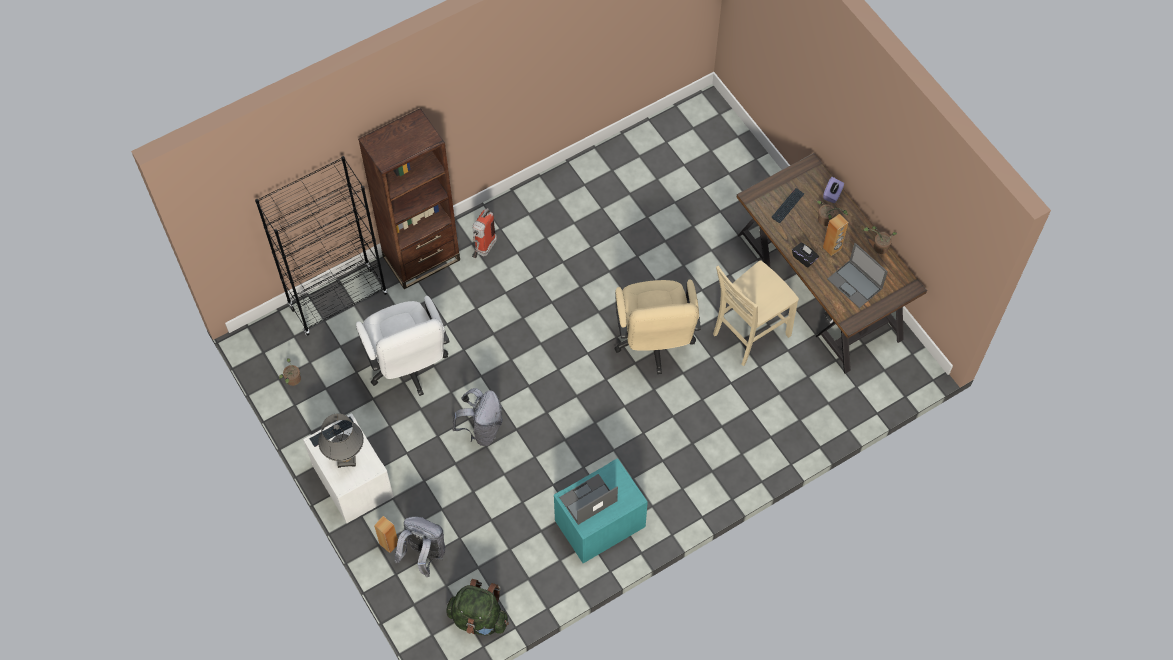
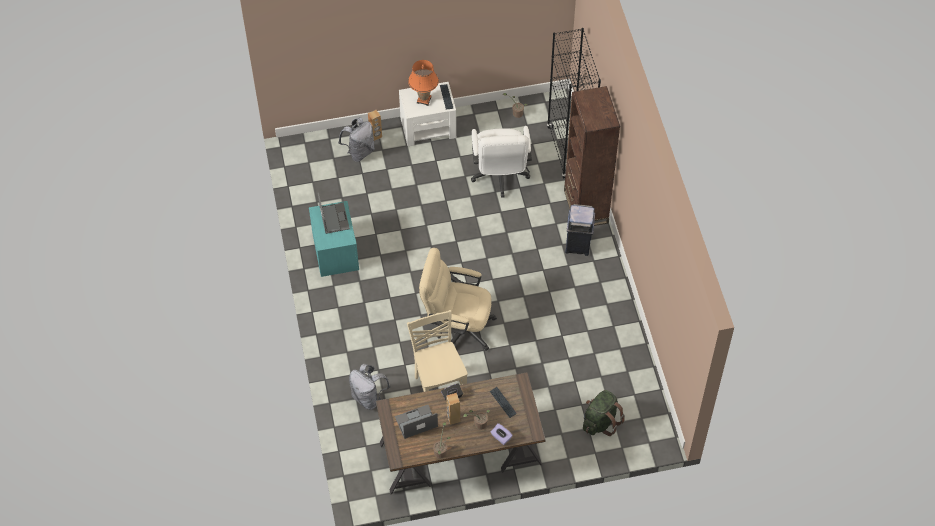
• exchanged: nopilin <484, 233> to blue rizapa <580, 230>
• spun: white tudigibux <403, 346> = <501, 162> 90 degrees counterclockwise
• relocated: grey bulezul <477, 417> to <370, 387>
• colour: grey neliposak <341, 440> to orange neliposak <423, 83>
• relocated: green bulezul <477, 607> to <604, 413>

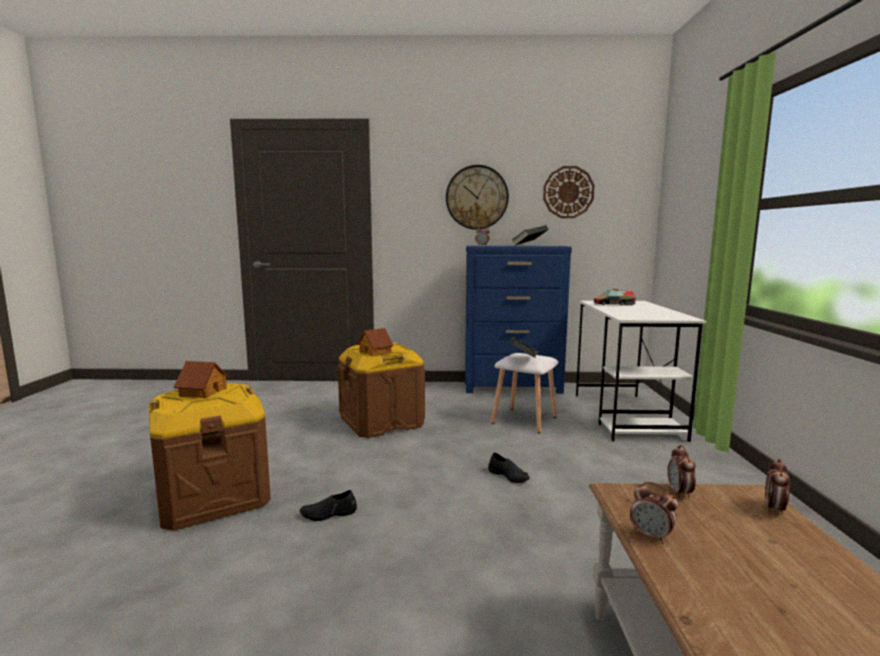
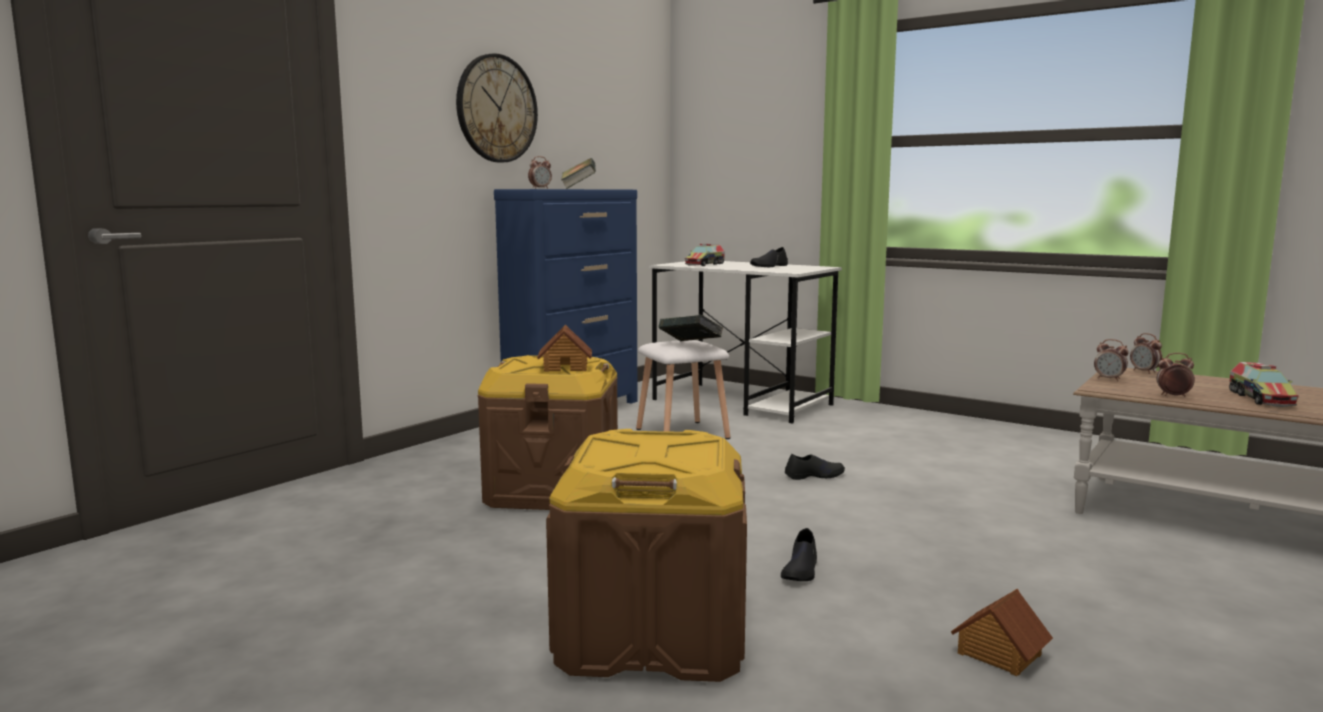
• missing: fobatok <569, 192>
• relocated: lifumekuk <201, 379> to <1002, 632>
• spun: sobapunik <654, 513> = <1176, 375> 150 degrees counterclockwise
• appeared: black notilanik <769, 257>
• appeared: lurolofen <1264, 384>

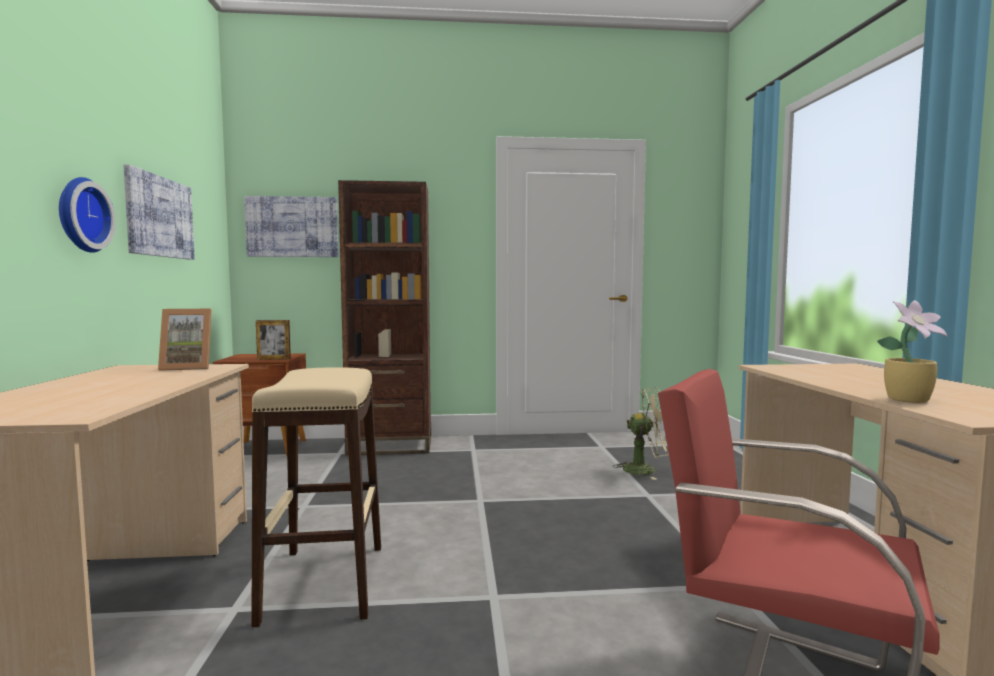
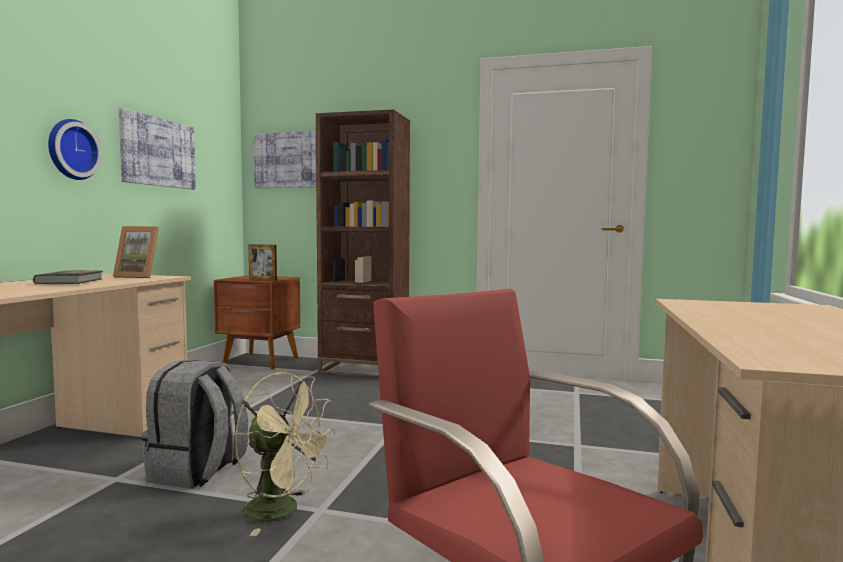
• missing: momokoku <912, 351>
• exchanged: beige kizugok <316, 497> to grey bulezul <194, 424>
• relocated: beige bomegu <641, 433> to <285, 454>
• appeared: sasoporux <68, 277>

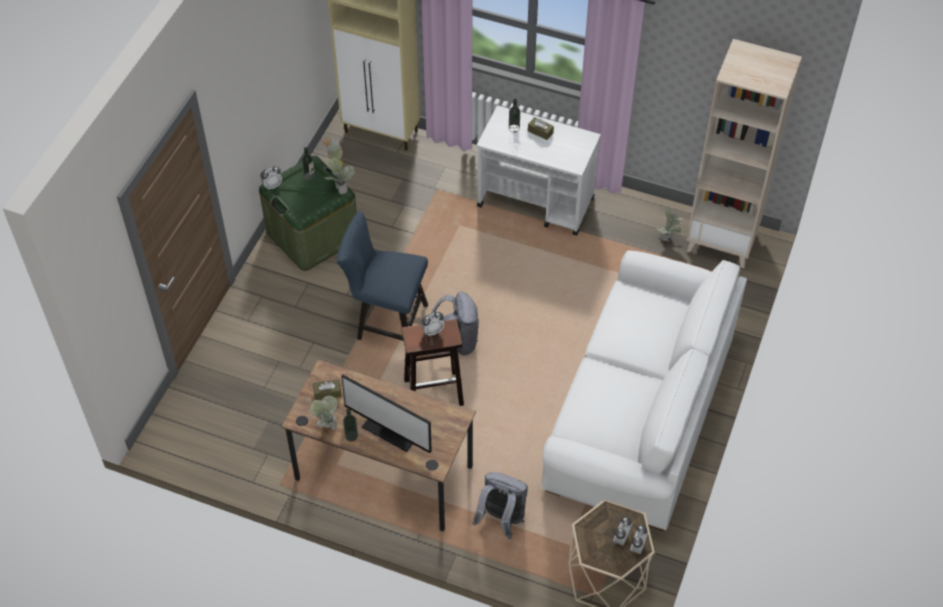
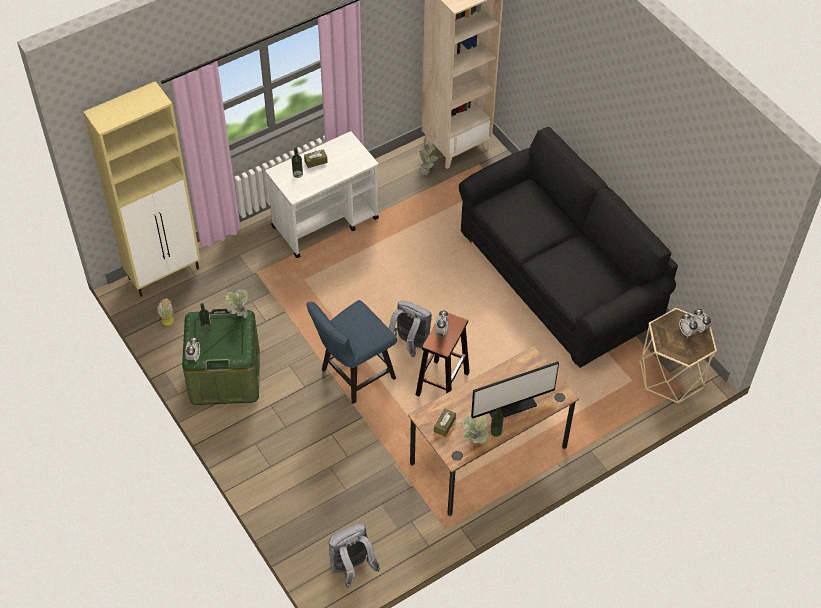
• colour: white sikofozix <644, 390> to black sikofozix <568, 247>
• relocated: grey bulezul <500, 505> to <354, 555>

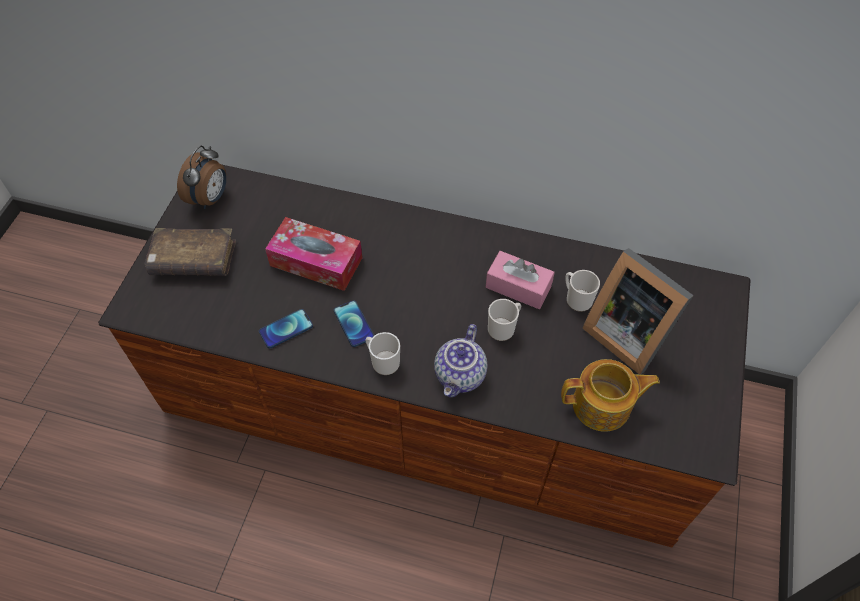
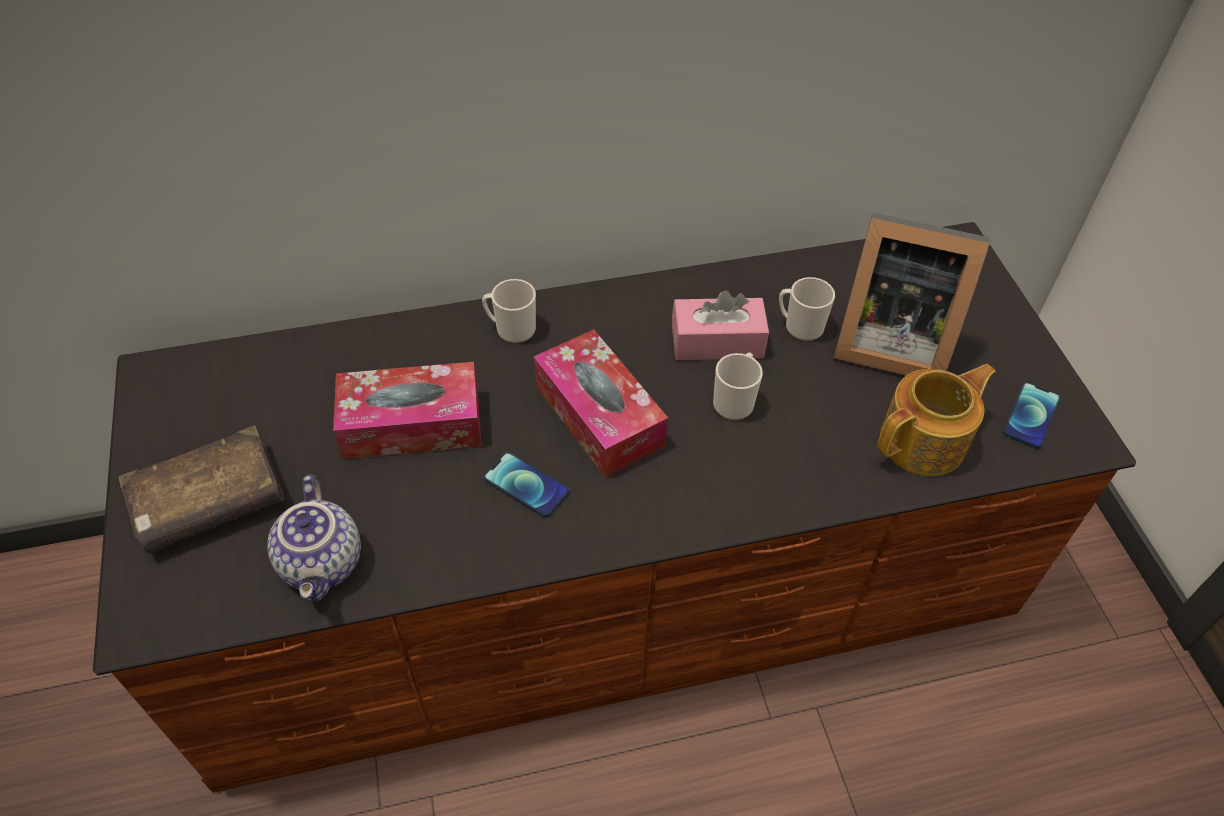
• missing: sobapunik <201, 177>
• relocated: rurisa <286, 328> to <1031, 415>
• relocated: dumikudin <460, 360> to <314, 538>
• relocated: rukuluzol <383, 353> to <509, 311>
• appeared: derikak <601, 403>

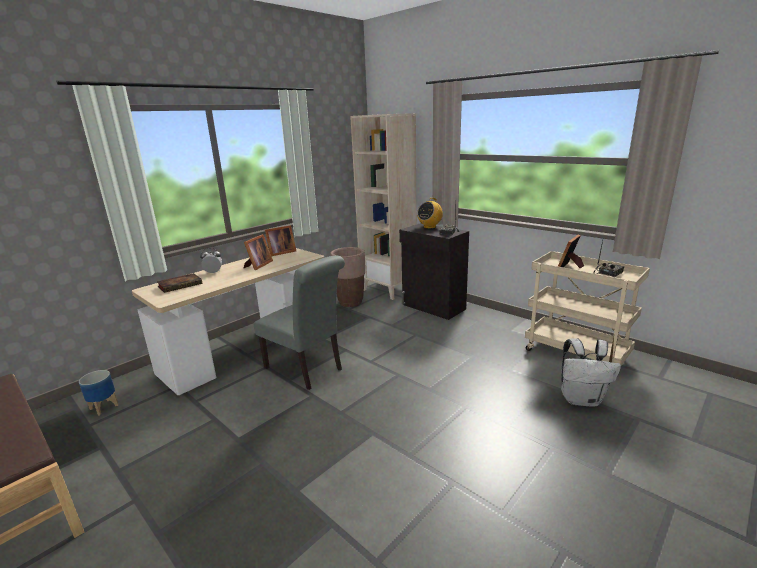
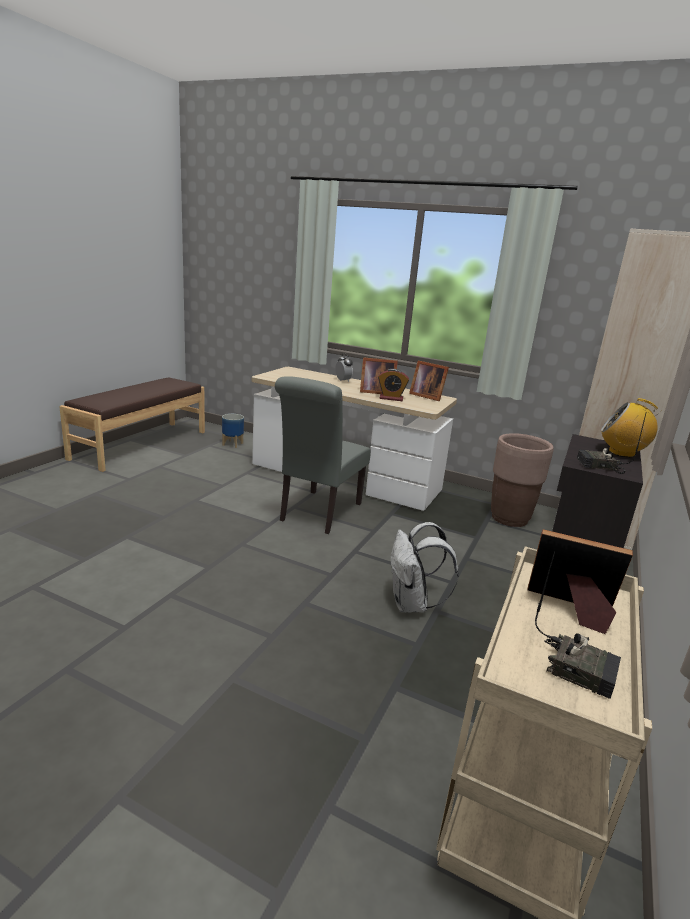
• missing: sasoporux <179, 283>
• relocated: white bulezul <591, 372> to <424, 567>
• appeared: sobapunik <393, 385>

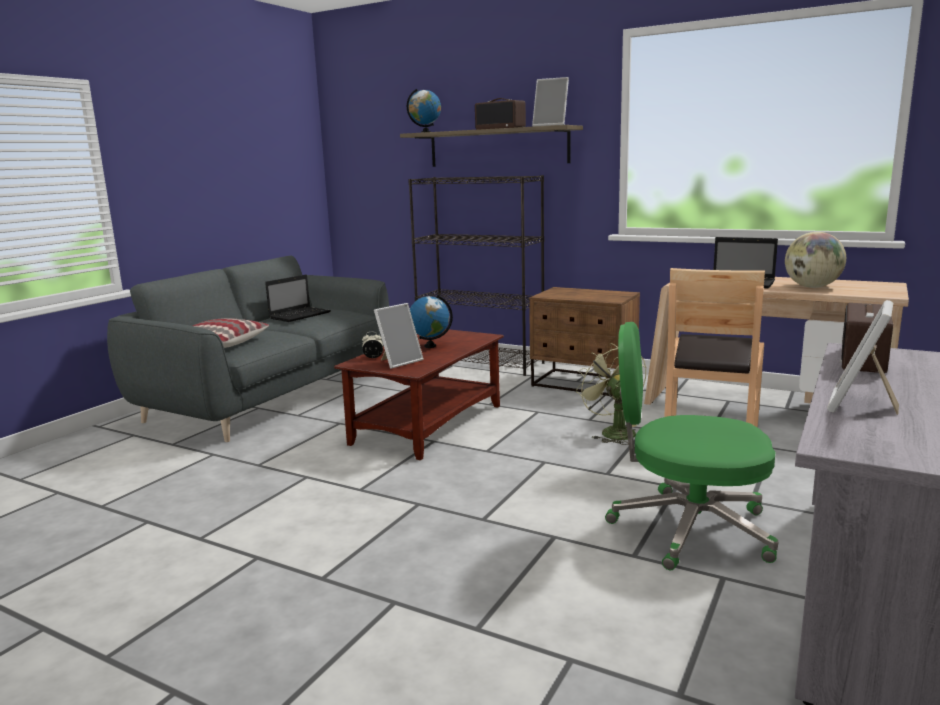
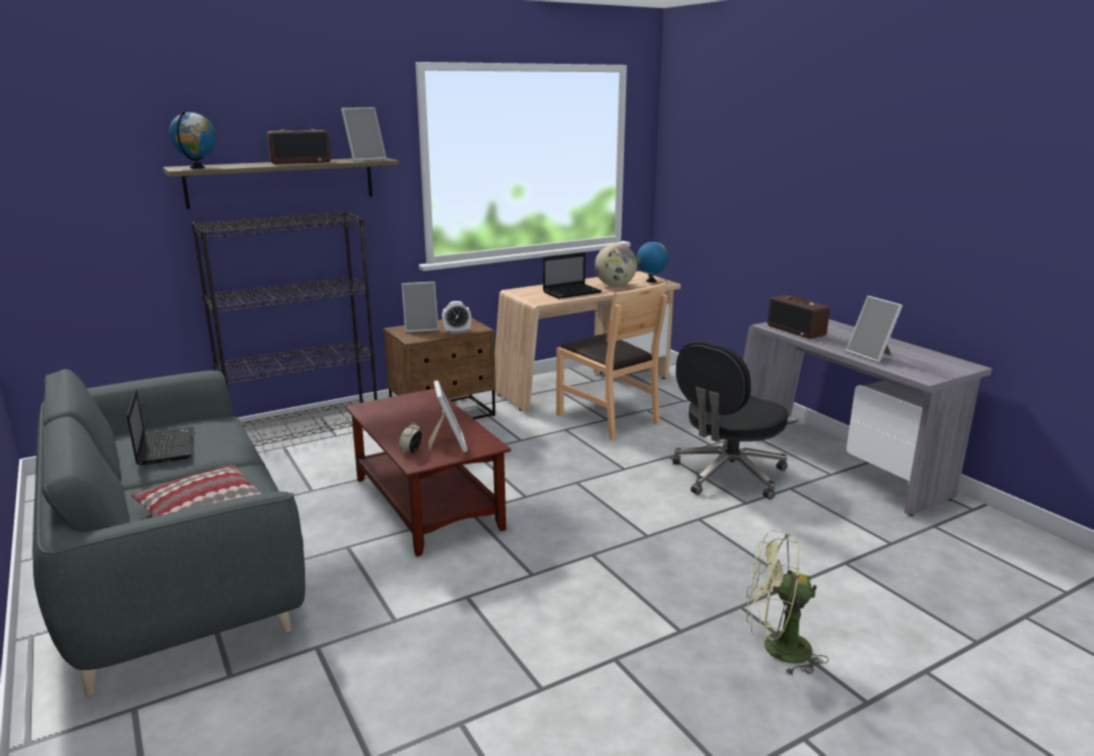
• relocated: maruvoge <431, 321> to <653, 261>
• colour: green tudigibux <691, 446> to black tudigibux <730, 420>
• relocated: green bomegu <611, 394> to <787, 603>
• appeared: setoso <420, 307>
• appeared: sobapunik <456, 317>

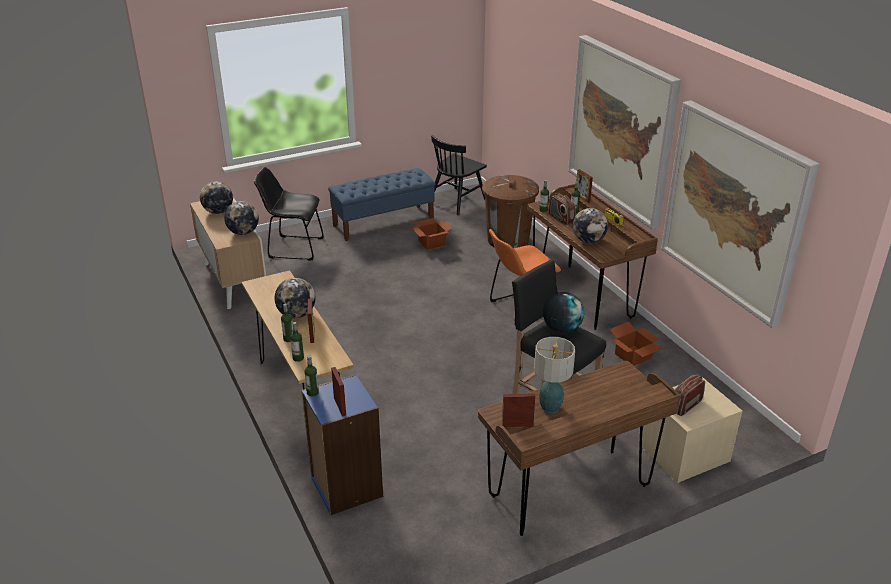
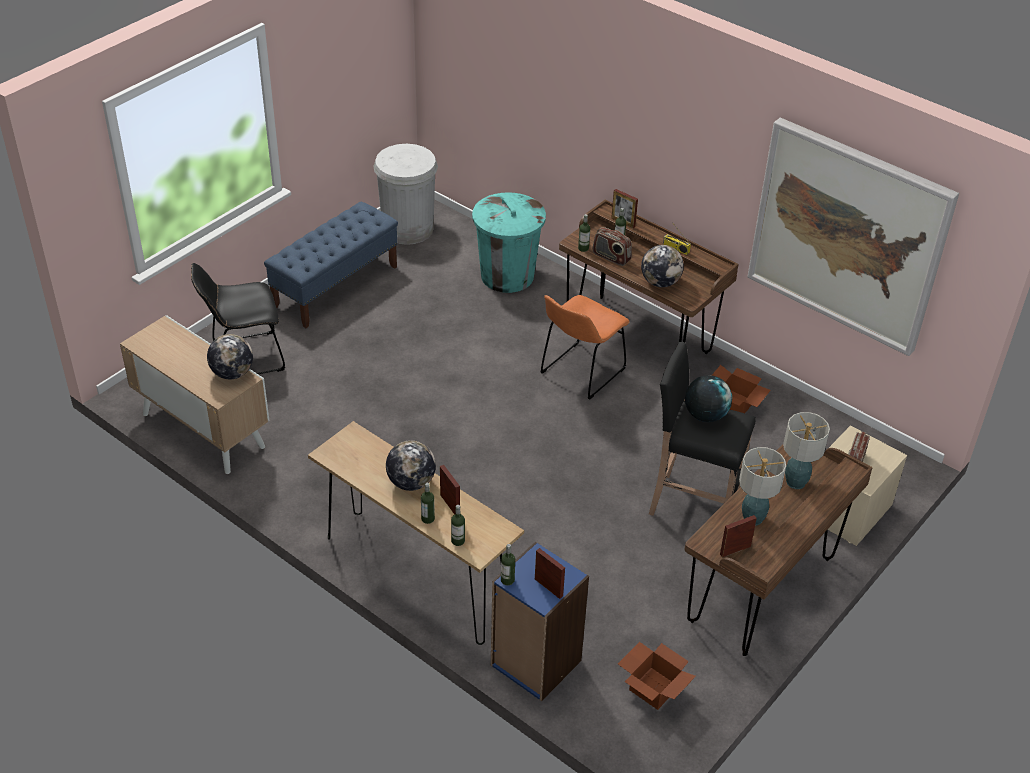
• missing: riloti <624, 132>
• exchanged: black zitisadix <459, 175> to white rizapa <405, 194>
• colour: brown rizapa <510, 211> to turquoise rizapa <509, 242>
• missing: maruvoge <216, 197>
• relocated: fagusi <432, 234> to <657, 676>
• appeared: neliposak <806, 450>

